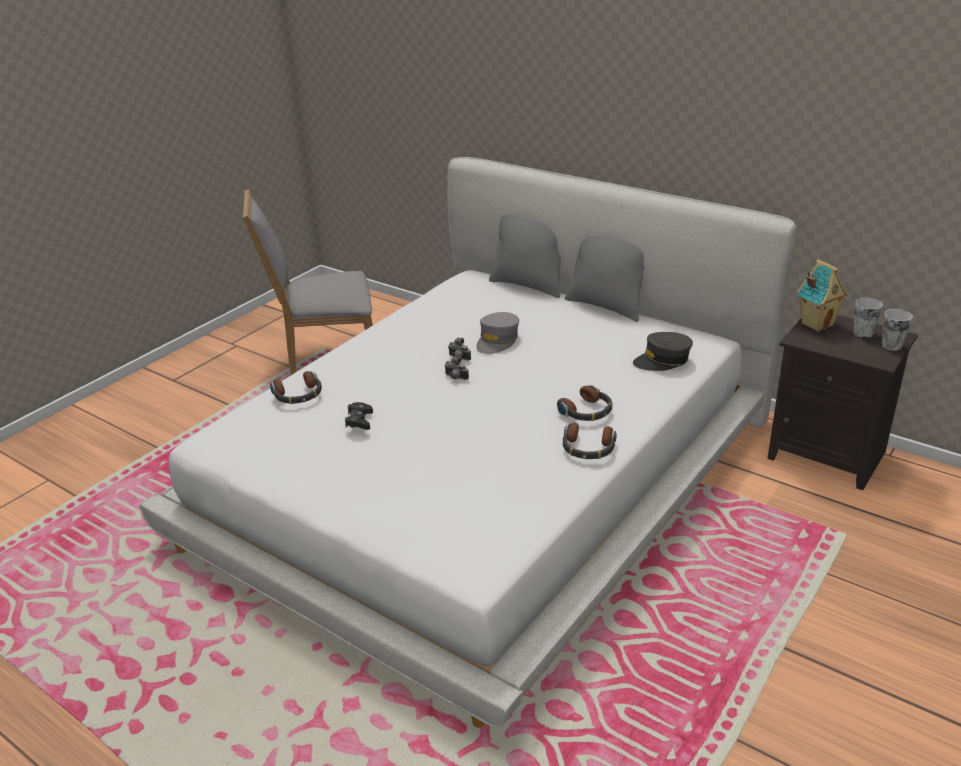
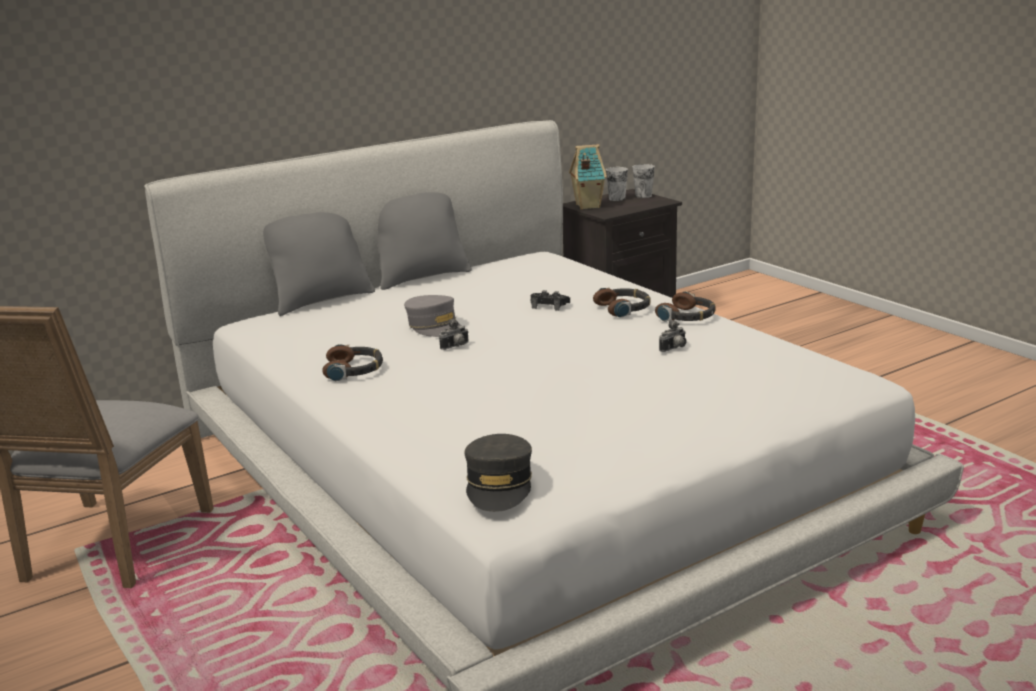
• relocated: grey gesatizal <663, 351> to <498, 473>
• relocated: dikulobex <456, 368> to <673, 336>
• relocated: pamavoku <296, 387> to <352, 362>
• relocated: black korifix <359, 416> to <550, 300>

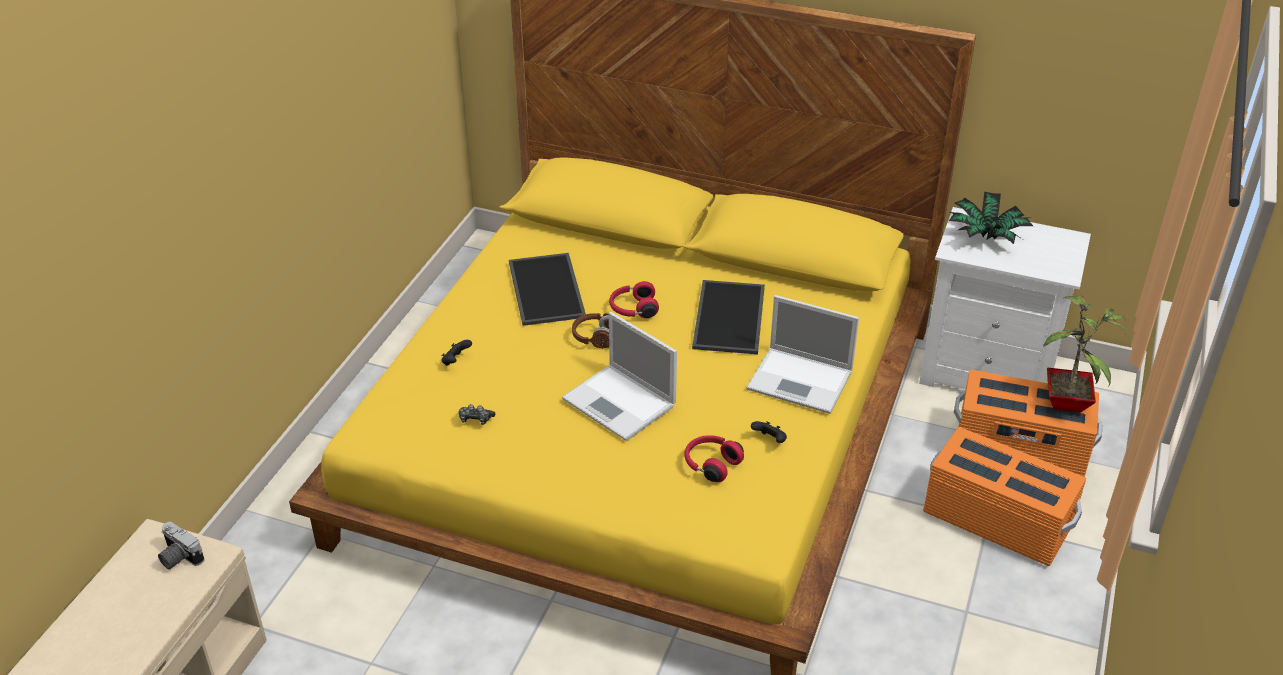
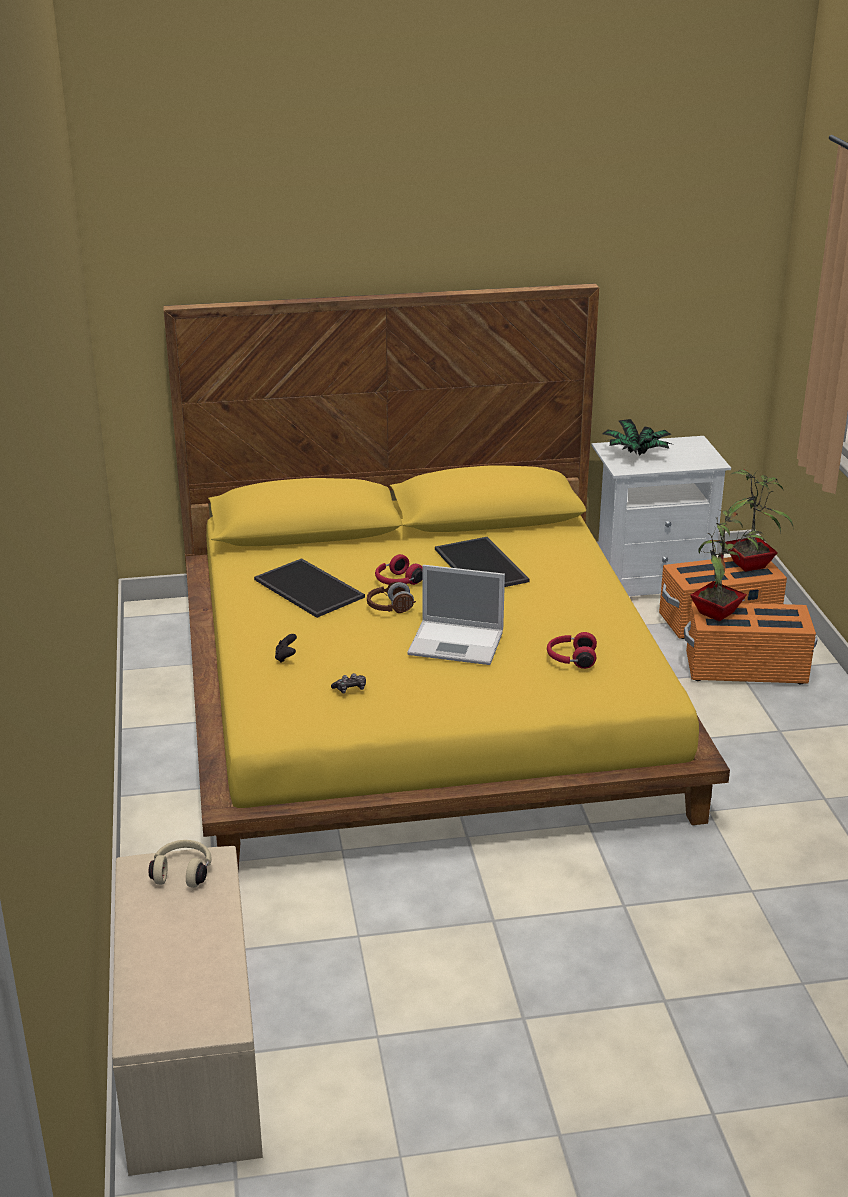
• missing: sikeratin <803, 354>
• missing: black korifix <769, 432>
• exchanged: dikulobex <181, 546> to beige pamavoku <180, 864>
• appeared: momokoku <728, 565>

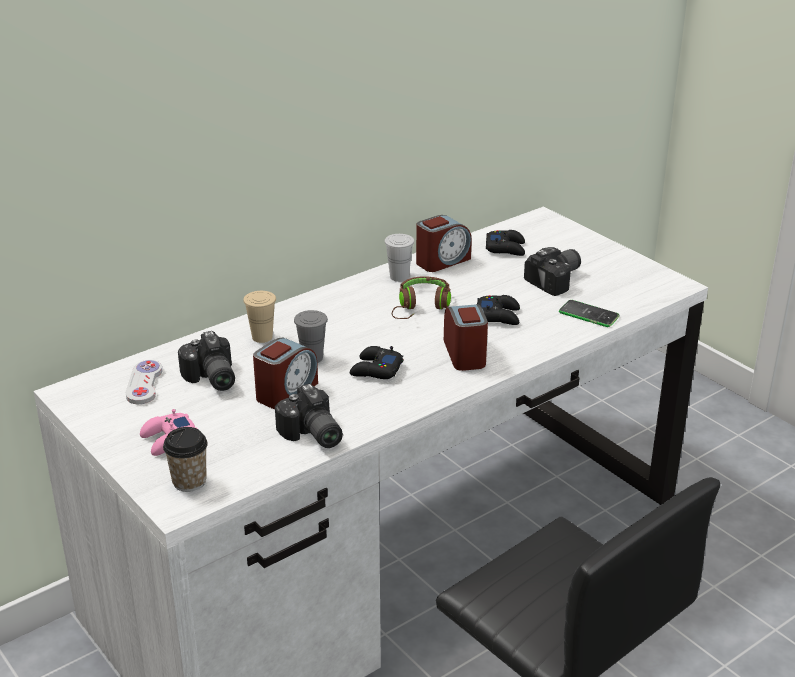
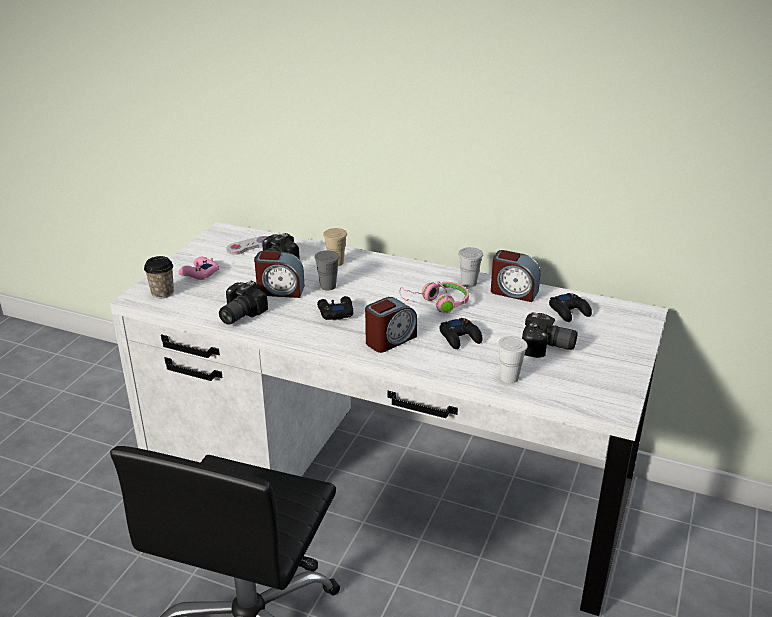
• colour: brown pamavoku <421, 297> to pink pamavoku <434, 297>
• exchanged: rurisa <589, 313> to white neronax <513, 359>

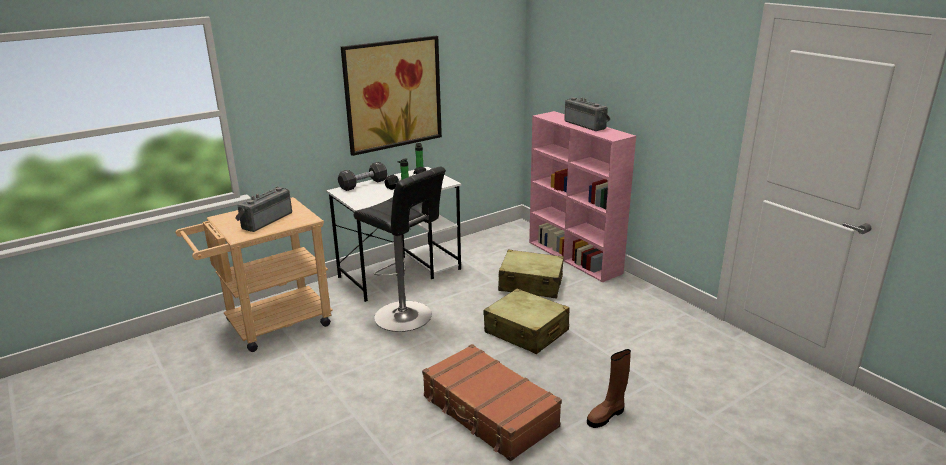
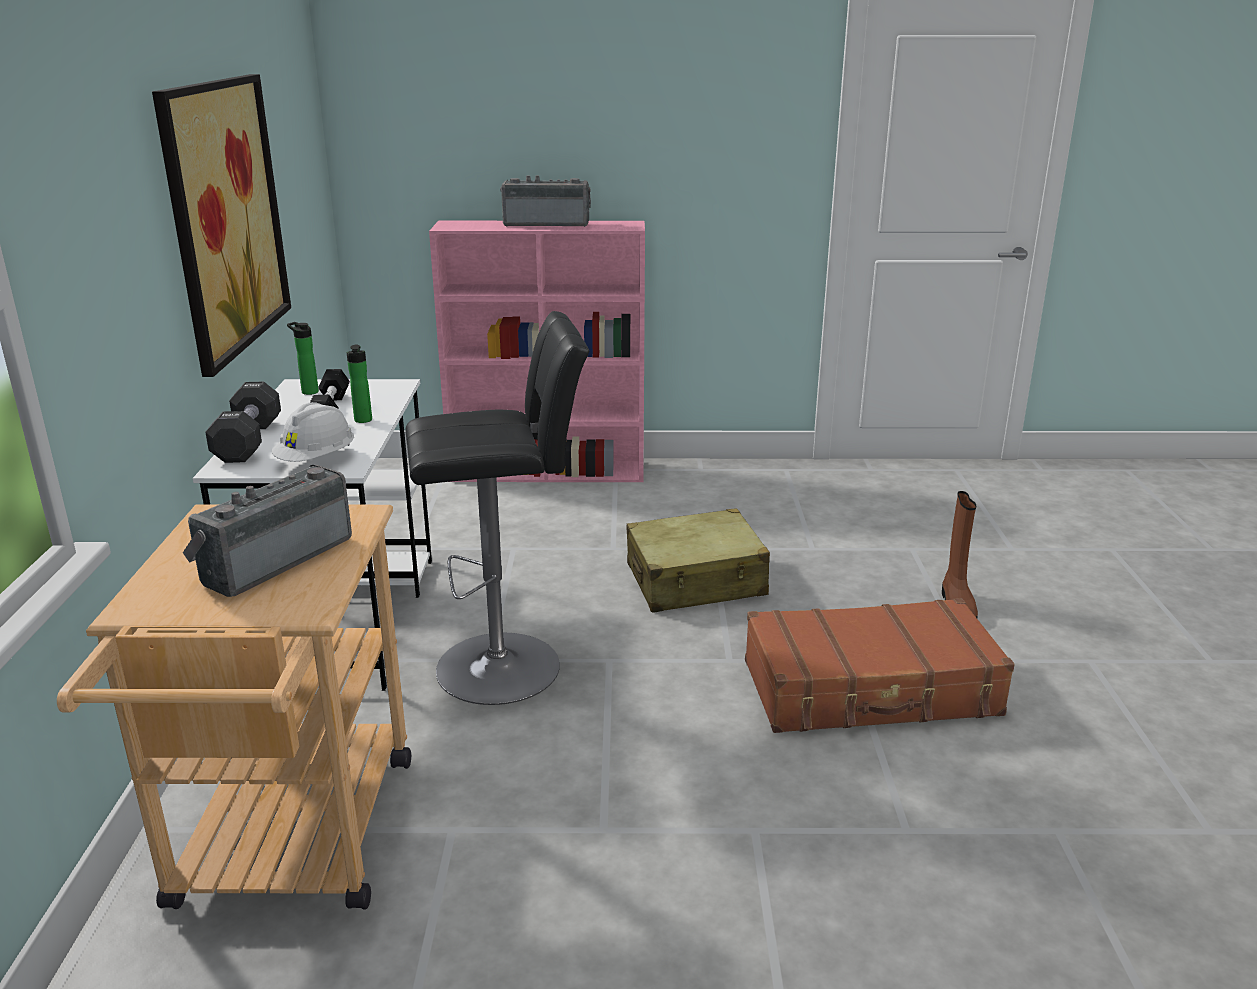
• spun: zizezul <263, 209> = <267, 531> 60 degrees clockwise
• missing: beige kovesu <531, 273>
• appeared: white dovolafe <313, 432>

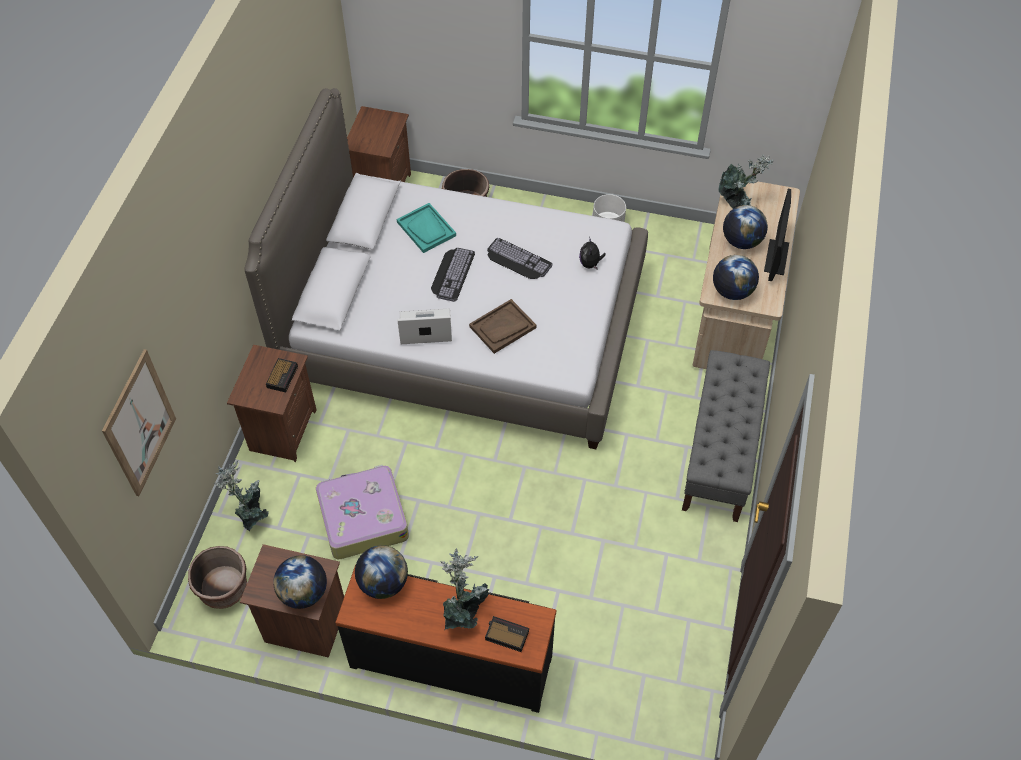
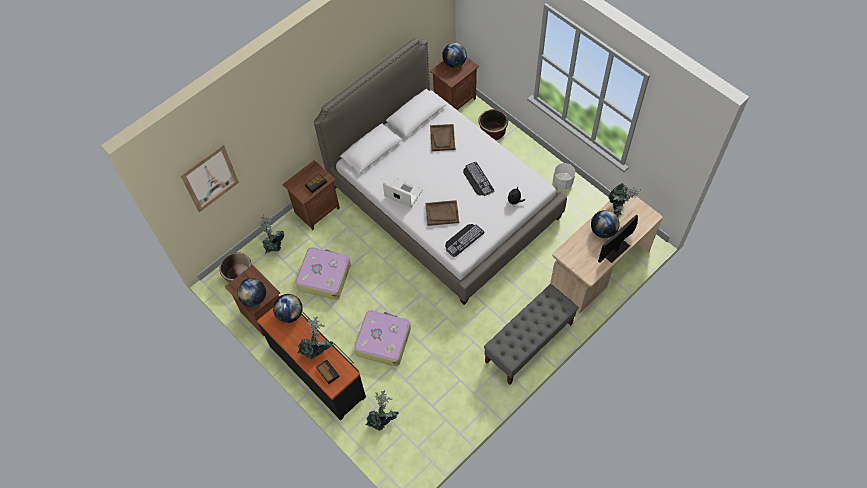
• colour: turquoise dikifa <426, 228> to brown dikifa <442, 137>
• relocated: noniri <453, 275> to <464, 240>
• relocated: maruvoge <736, 277> to <454, 55>
• appeared: kovesu <382, 338>
• appeared: momokoku <382, 410>

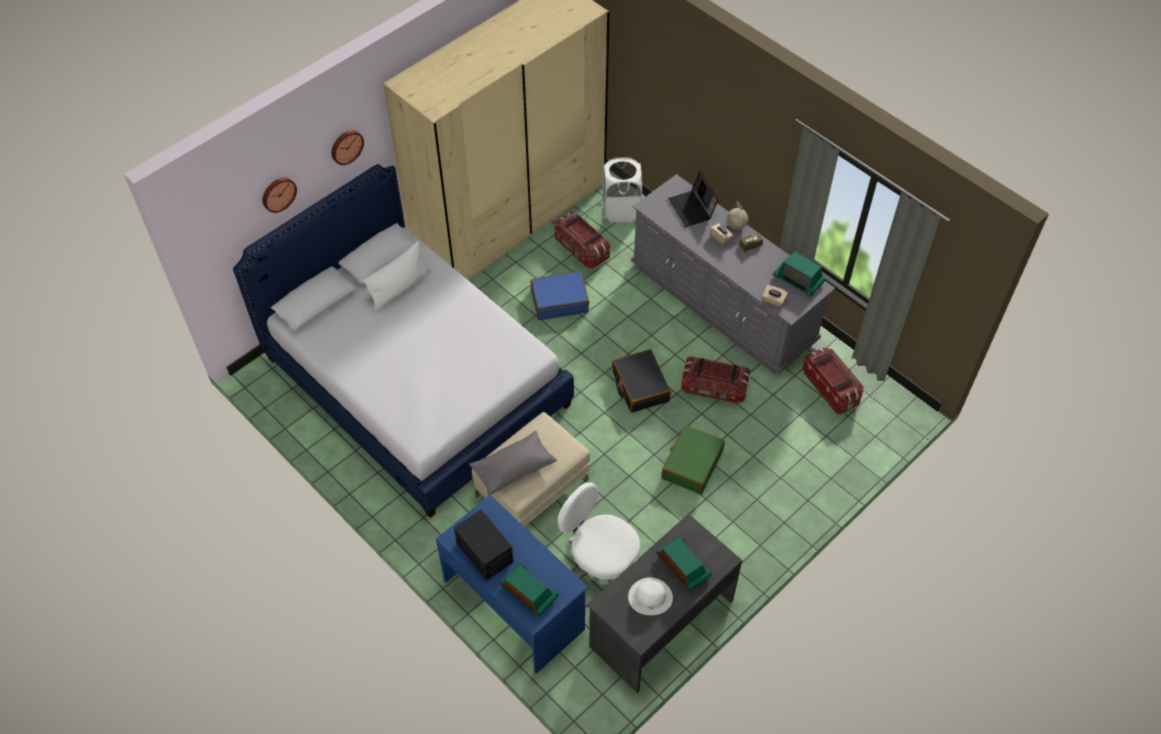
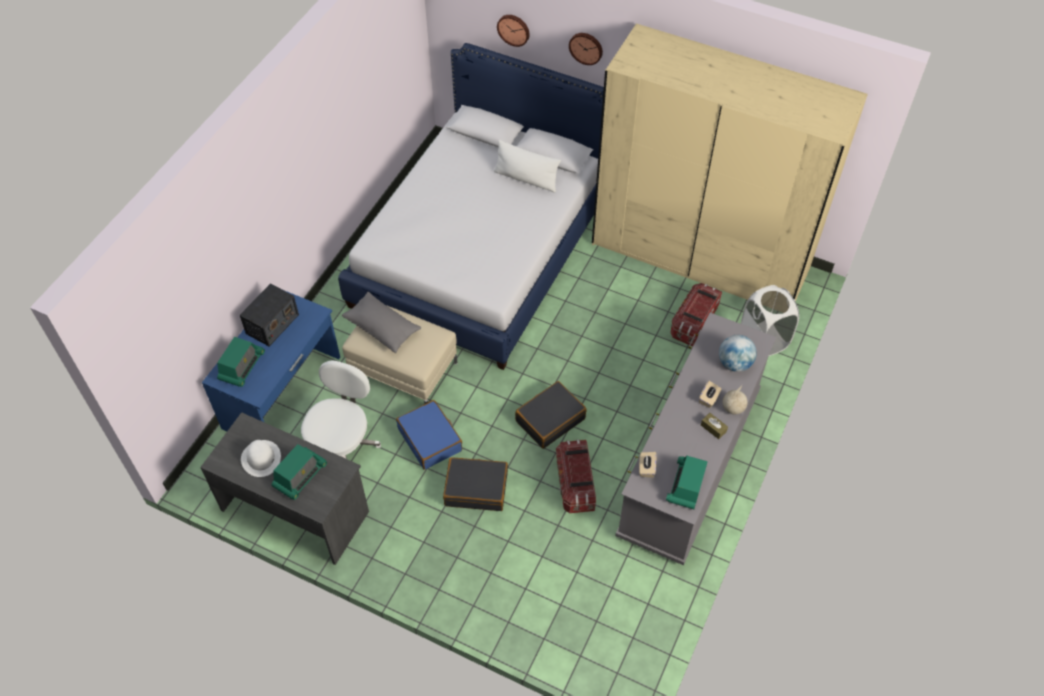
• exchanged: sikeratin <693, 199> to maruvoge <738, 353>
• relocated: blue kovesu <559, 295> to <429, 435>
• missing: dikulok <833, 380>
• colour: green kovesu <693, 459> to black kovesu <475, 484>

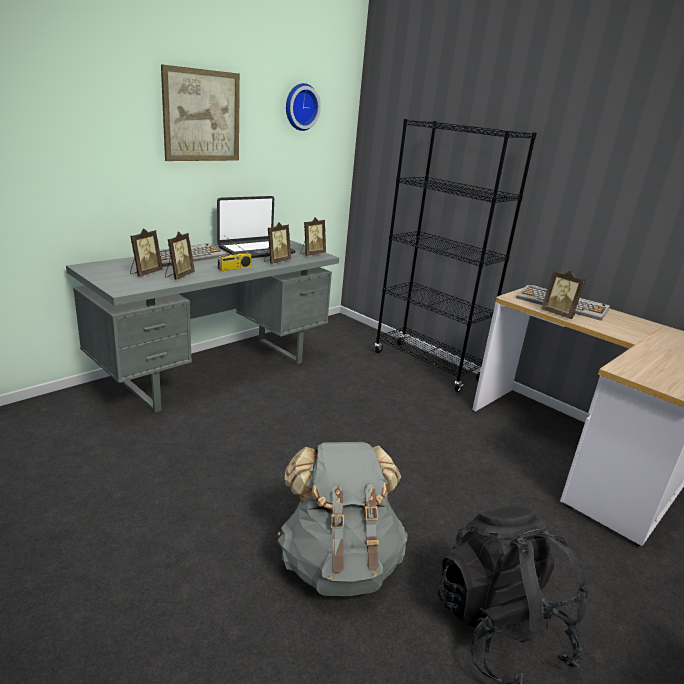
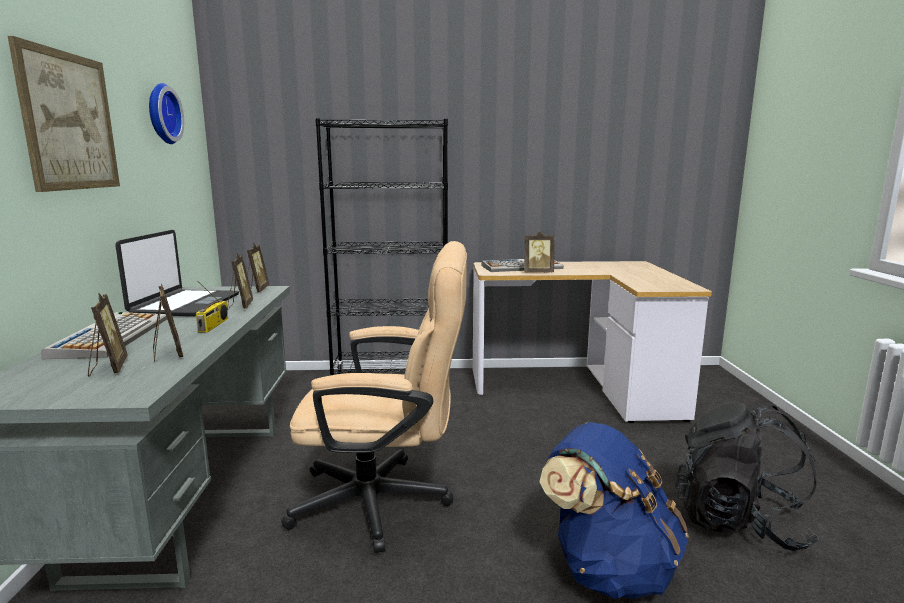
• colour: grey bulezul <342, 519> to blue bulezul <614, 510>
• appeared: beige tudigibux <374, 397>

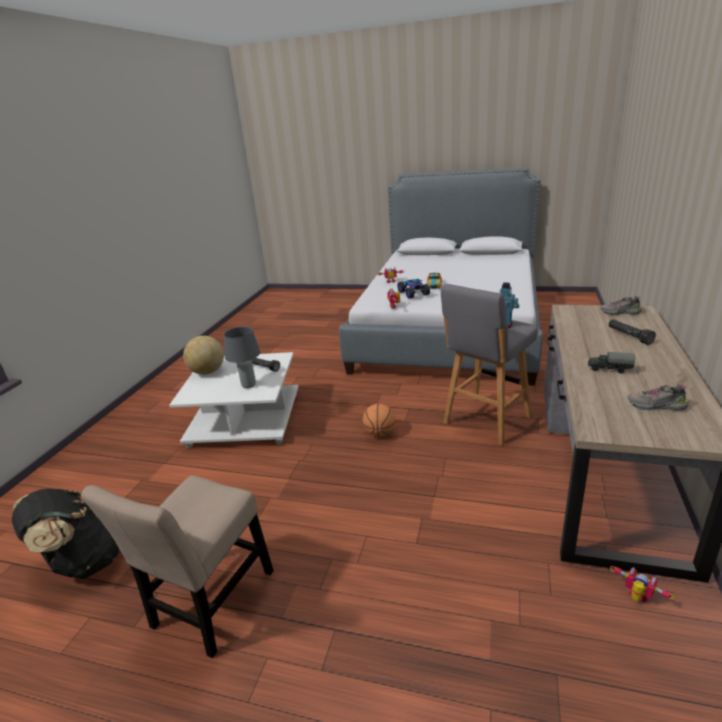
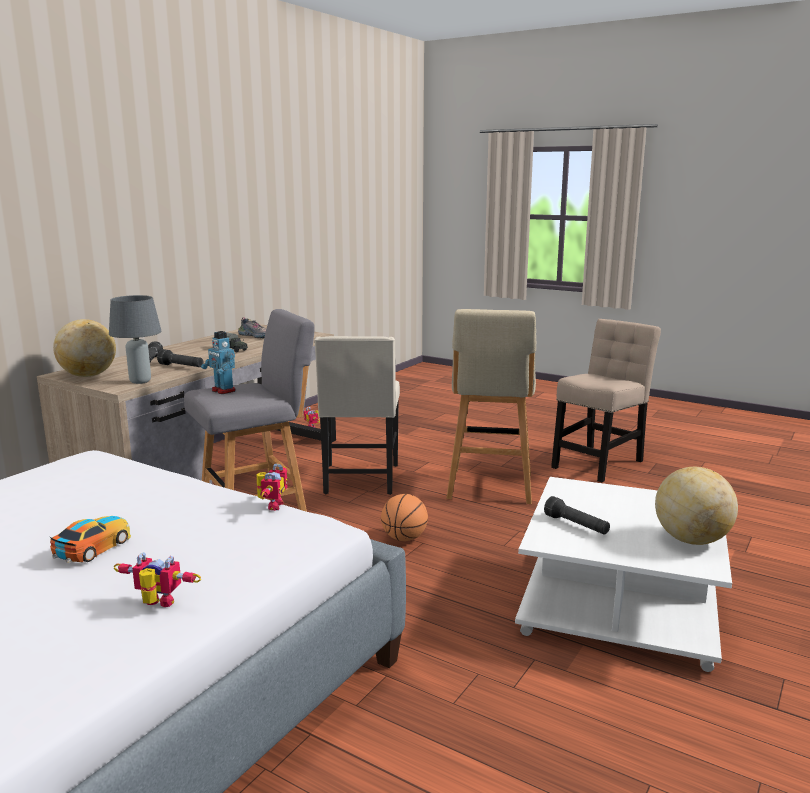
• missing: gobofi <414, 289>
• exchanged: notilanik <621, 305> to maruvoge <84, 348>
• relocated: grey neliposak <242, 357> to <135, 339>
• missing: black bulezul <66, 534>
• appeared: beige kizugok <491, 406>
• appeared: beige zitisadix <357, 415>
• appeared: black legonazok <180, 358>

